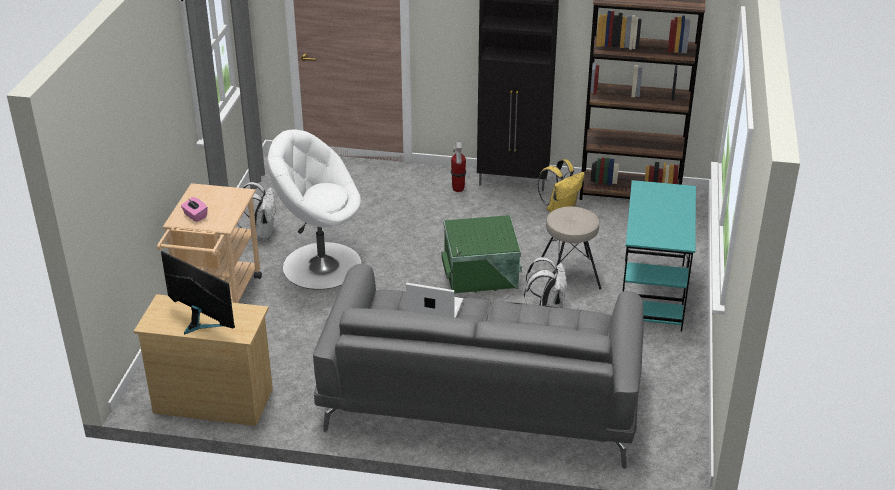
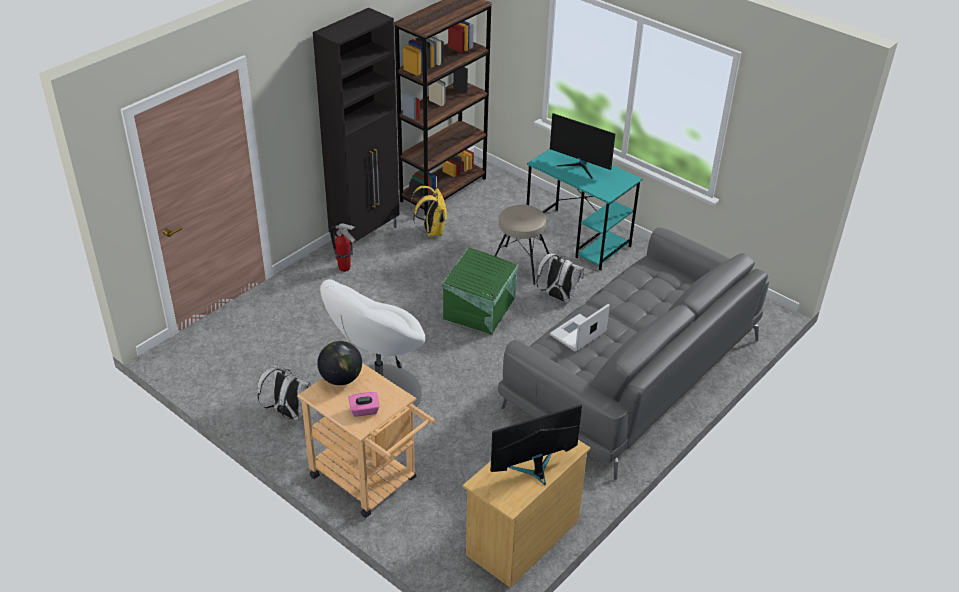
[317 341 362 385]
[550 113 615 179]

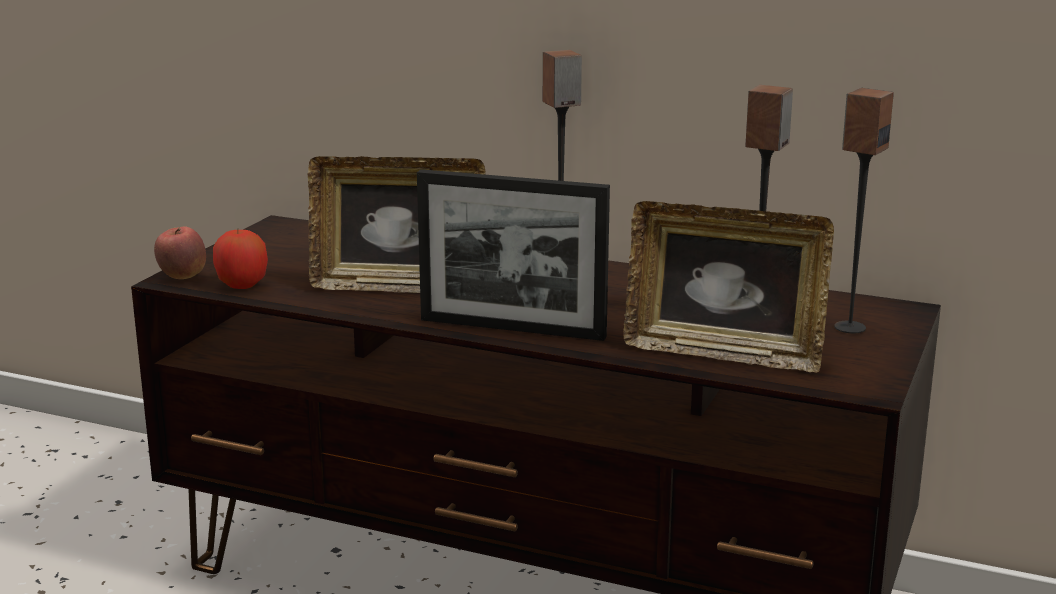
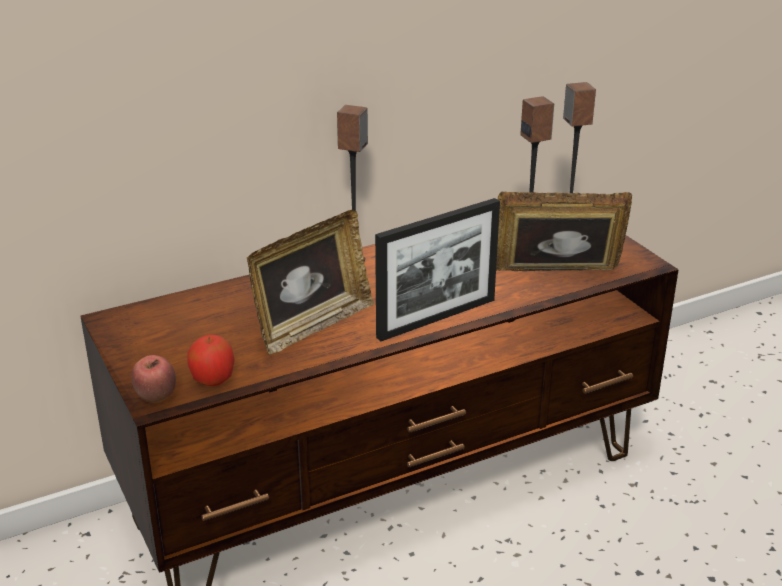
[496 192 632 271]

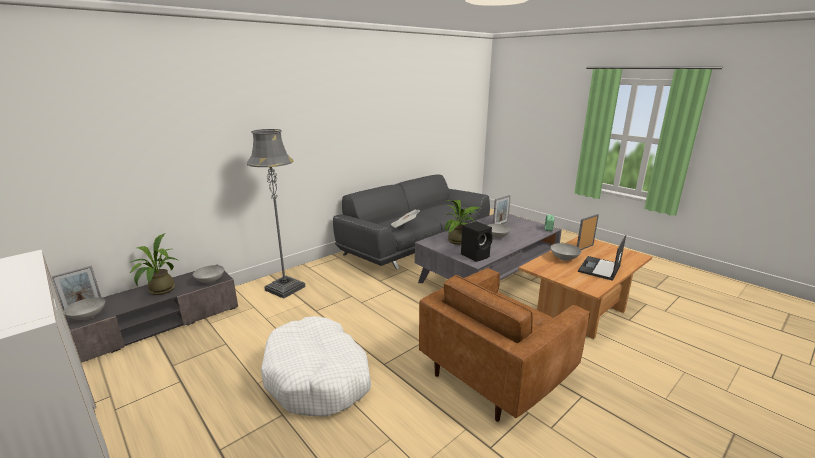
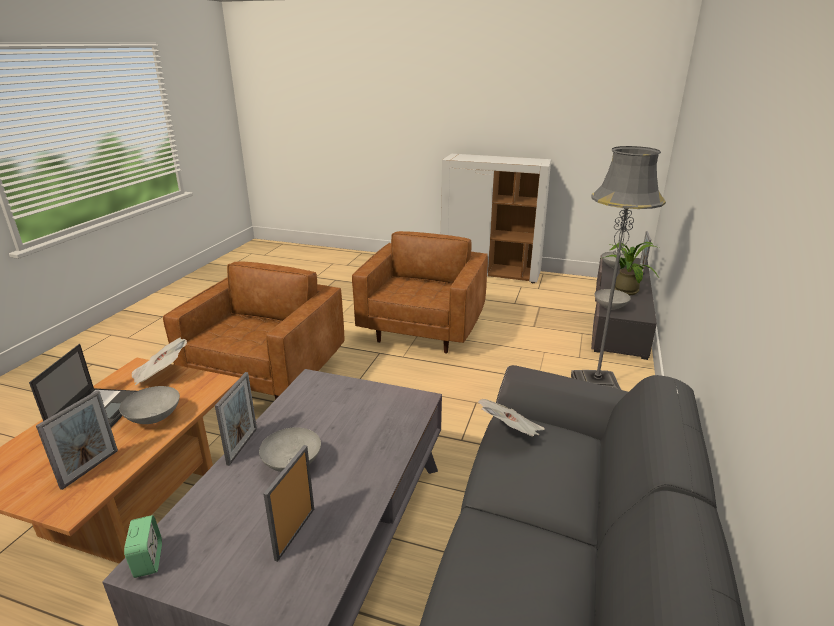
[352 231 488 354]
[445 200 480 245] (first image)
[461 221 493 262] (first image)
[131 337 187 386]
[215 372 257 466]

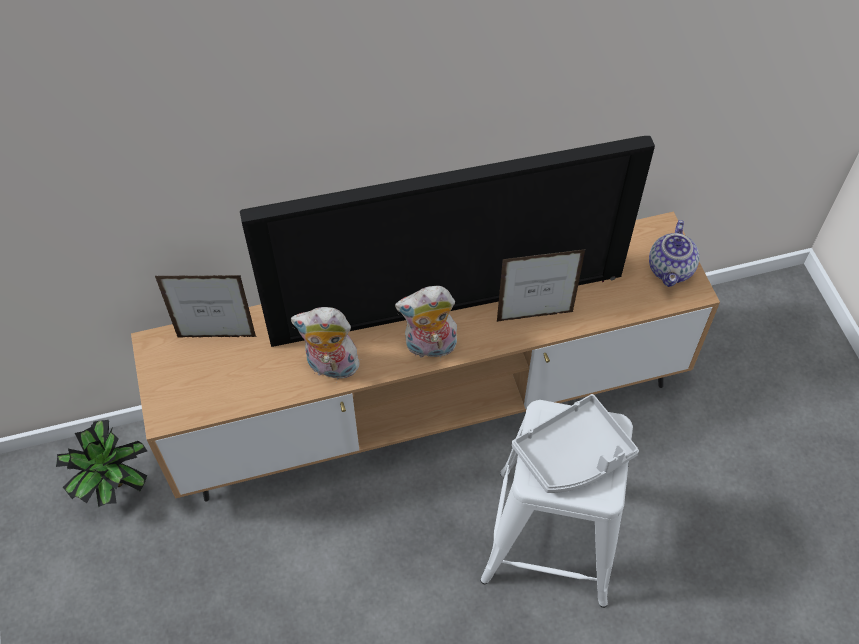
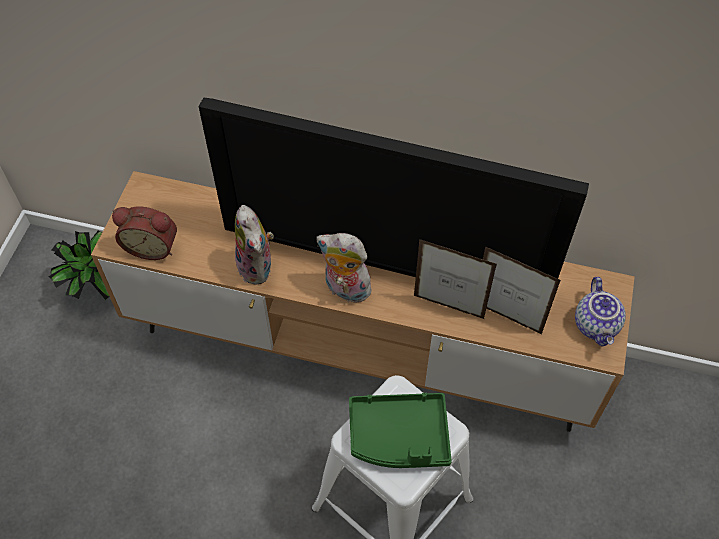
[483 246 561 334]
[235 205 274 285]
[349 393 452 468]
[575 277 626 346]
[112 206 177 260]

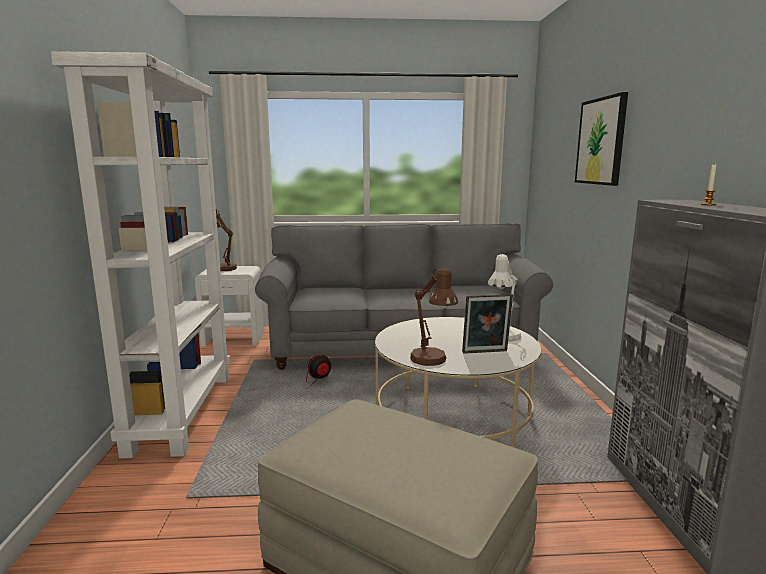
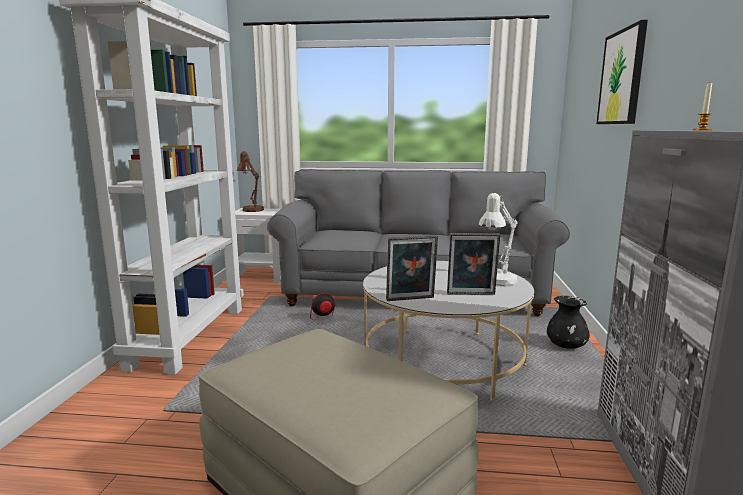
[386 235 438 301]
[547 296 590 349]

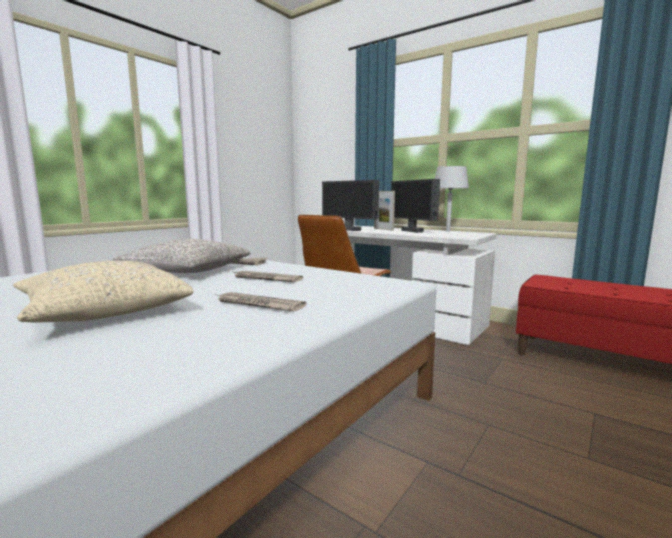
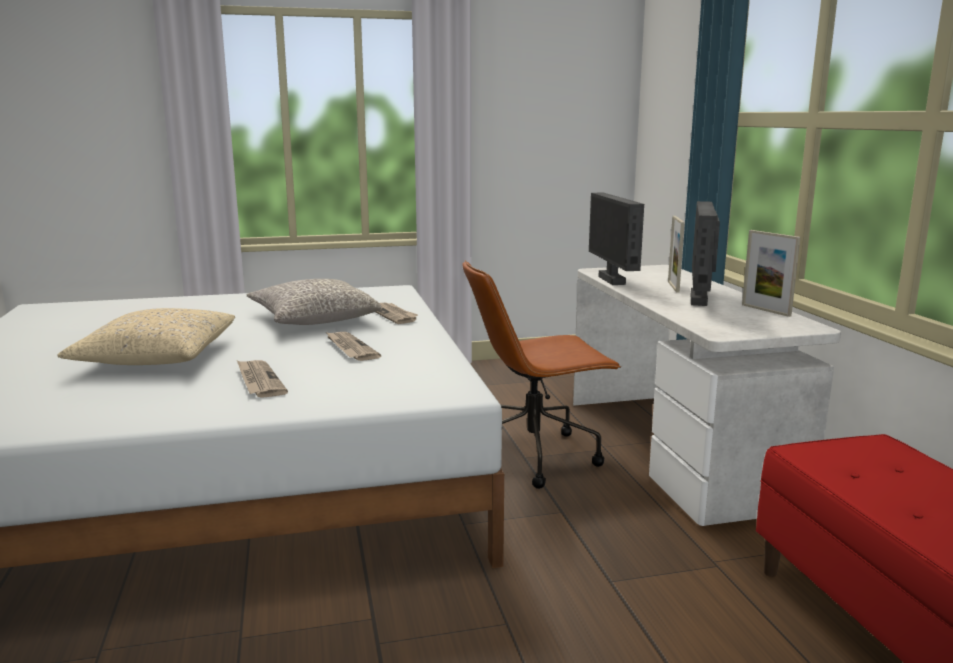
[742 230 801 317]

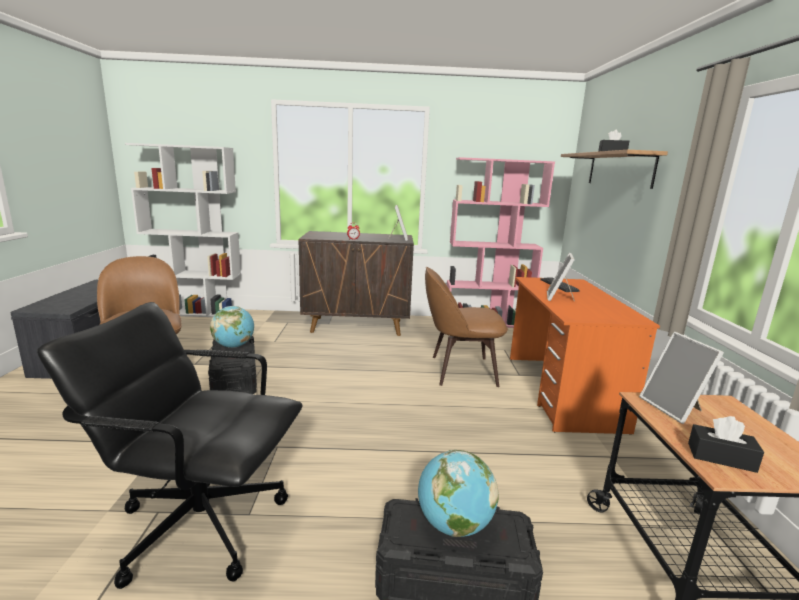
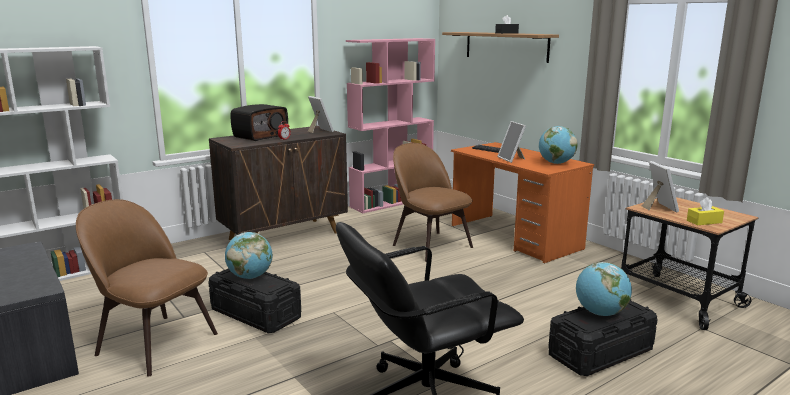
[393 143 473 262]
[642 161 679 213]
[687 197 724 225]
[231 104 288 141]
[539 126 577 164]

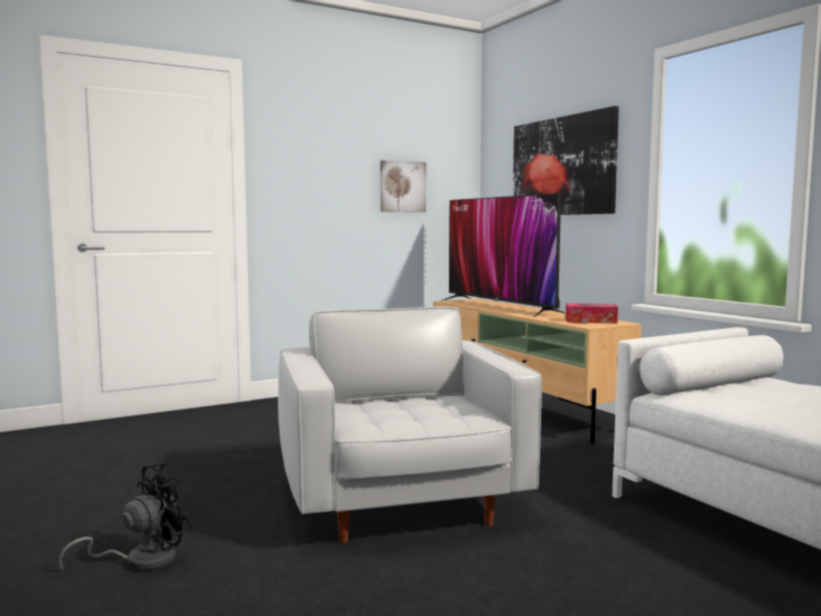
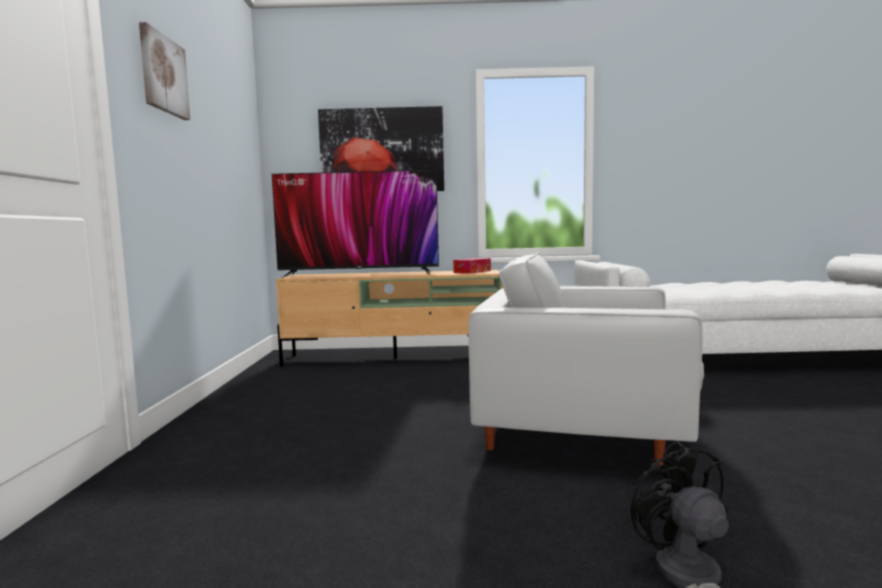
[139 22 190 120]

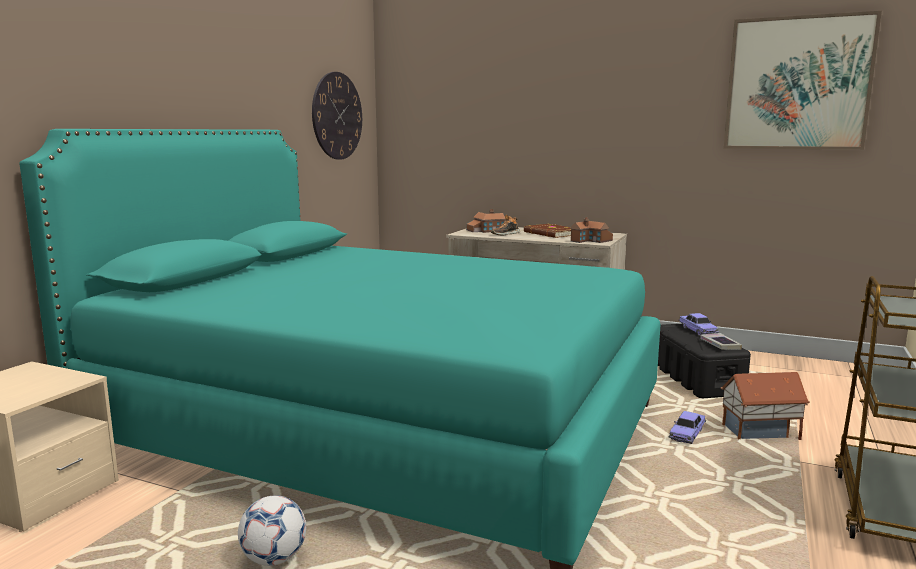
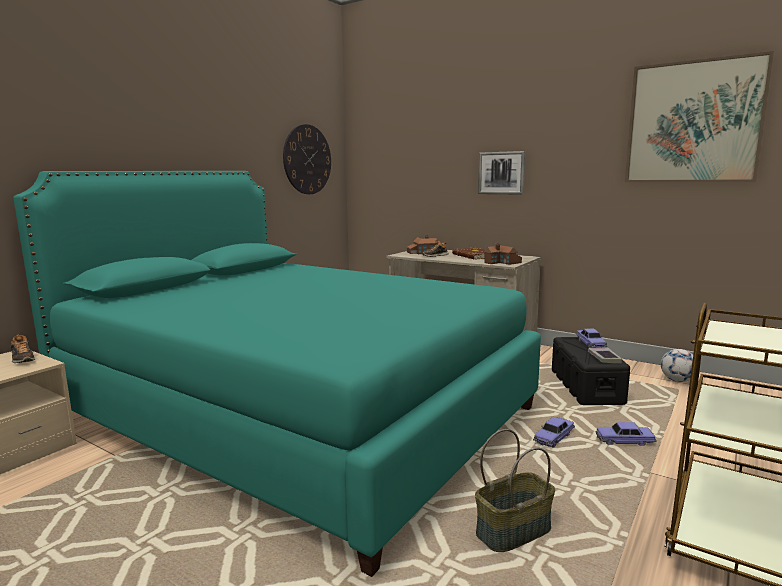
[661 349 693 382]
[595 422 657 446]
[11 334 35 363]
[475 429 555 552]
[478 151 526 195]

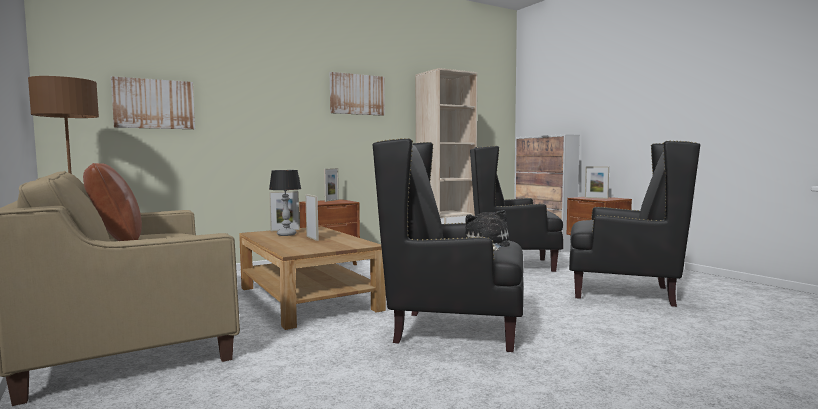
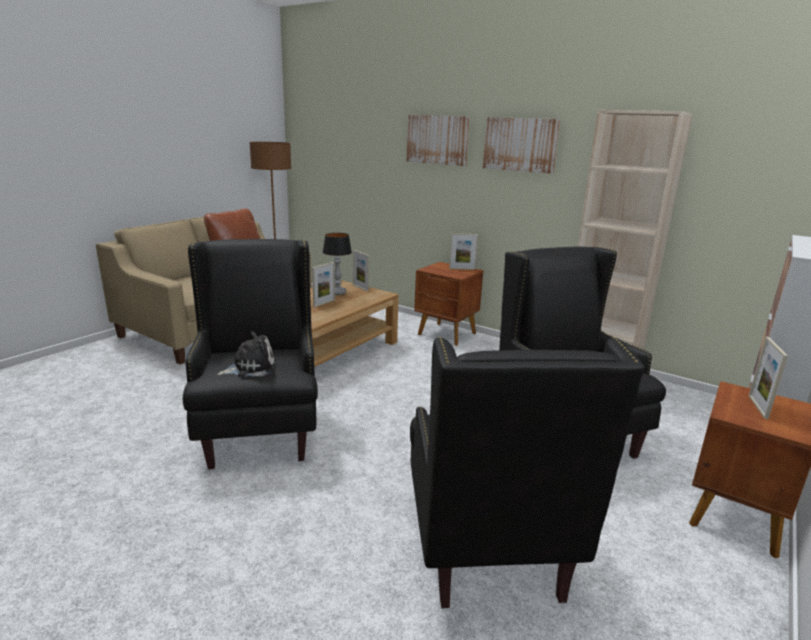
[406 115 470 166]

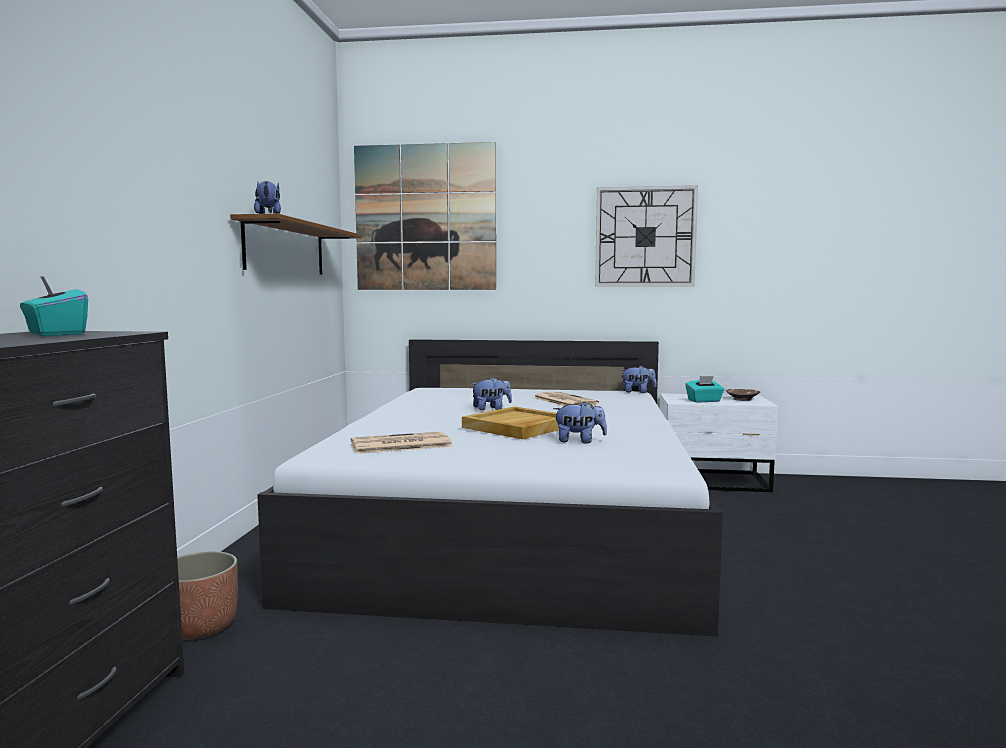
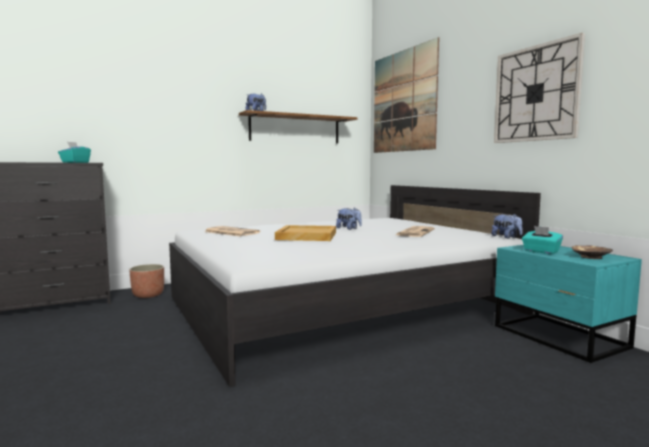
[553 401 607 443] (first image)
[495 245 642 363]

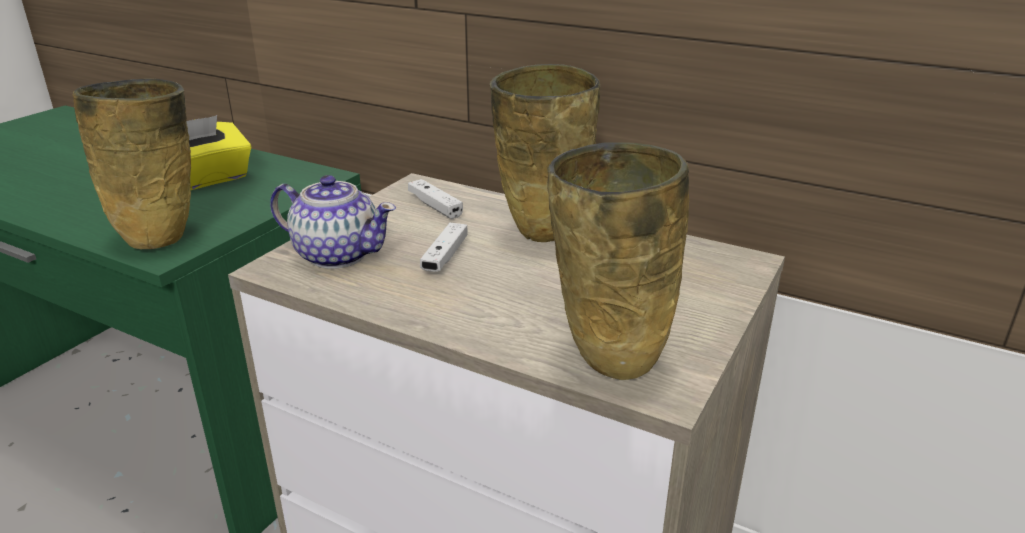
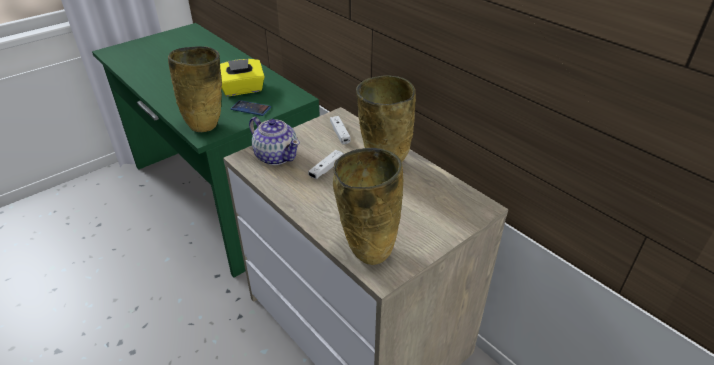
[231 100 271 116]

